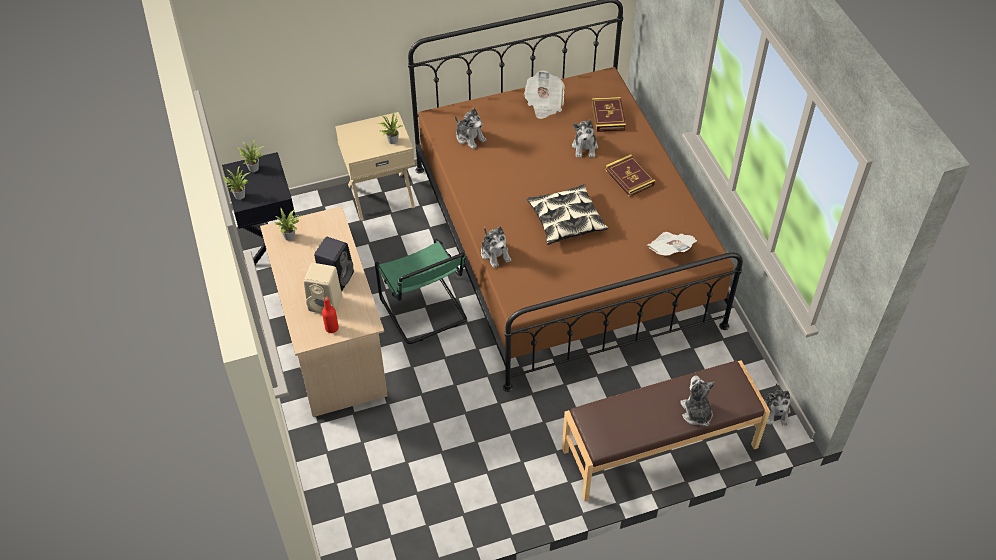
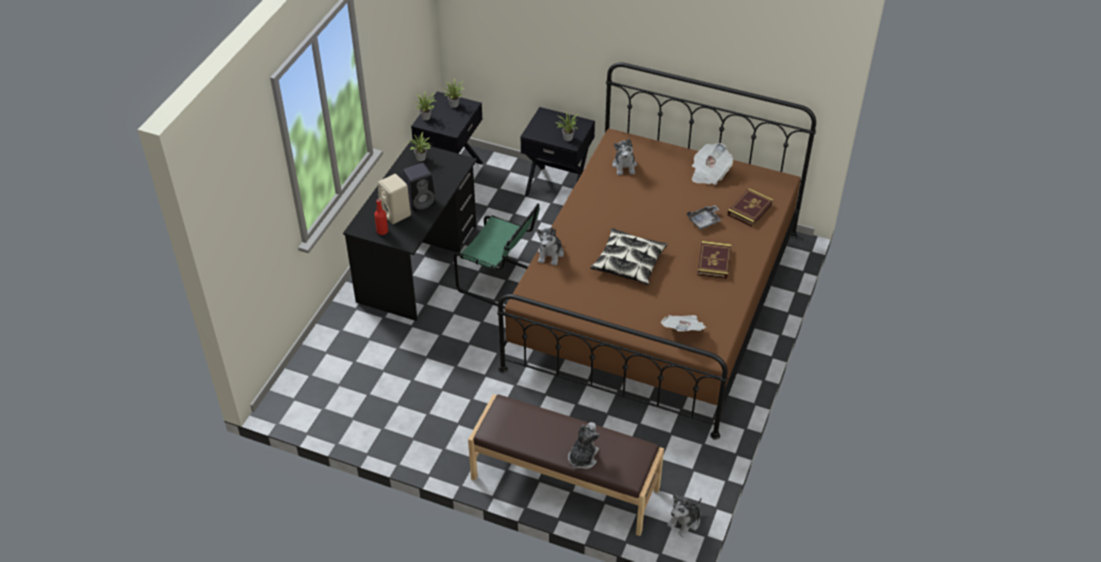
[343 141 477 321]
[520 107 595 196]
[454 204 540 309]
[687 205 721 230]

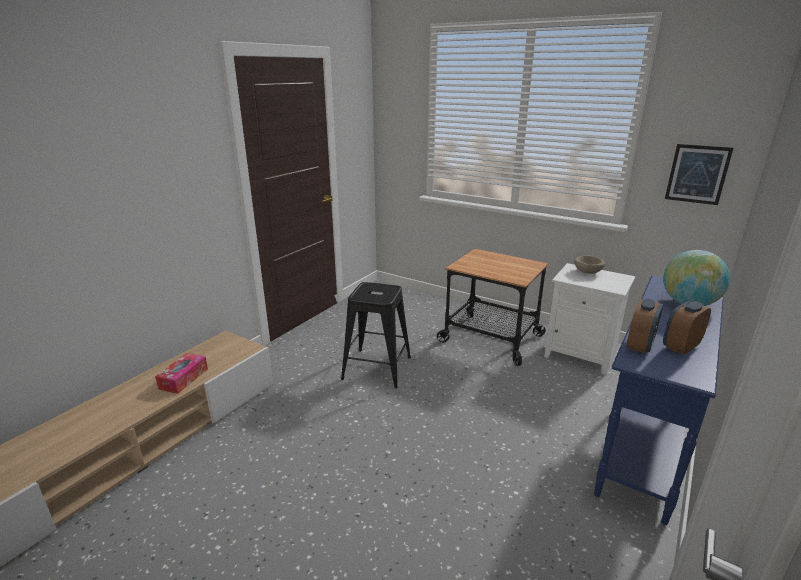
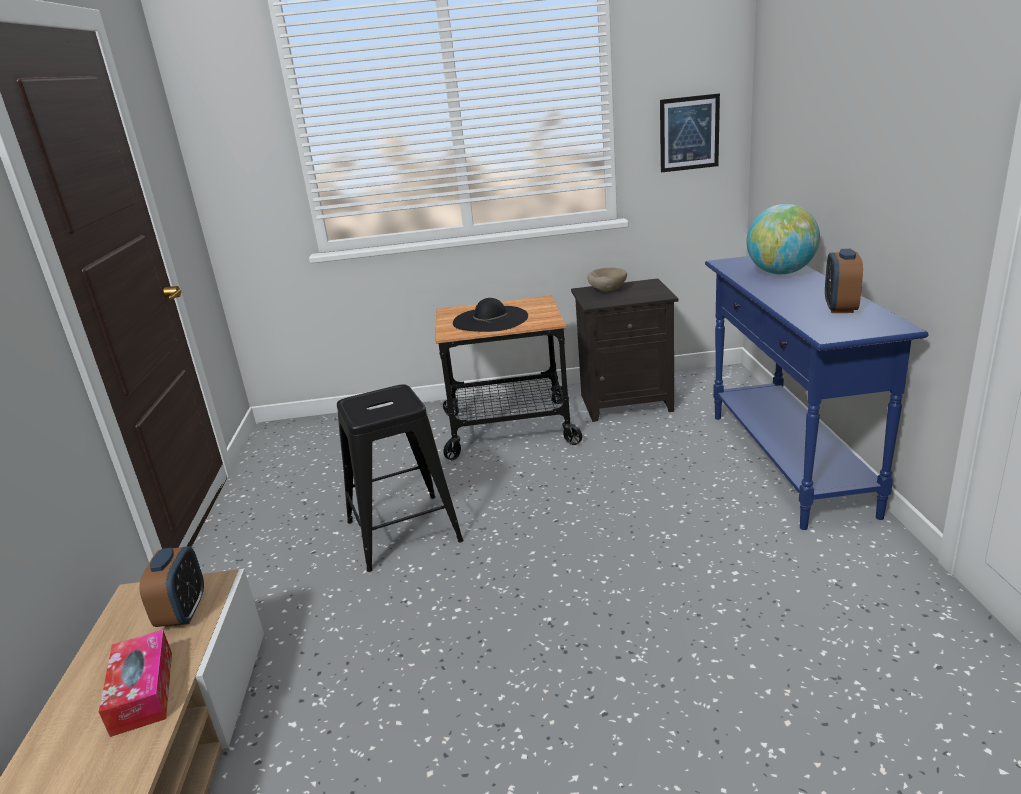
[571 278 678 422]
[140 546 204 627]
[453 298 528 332]

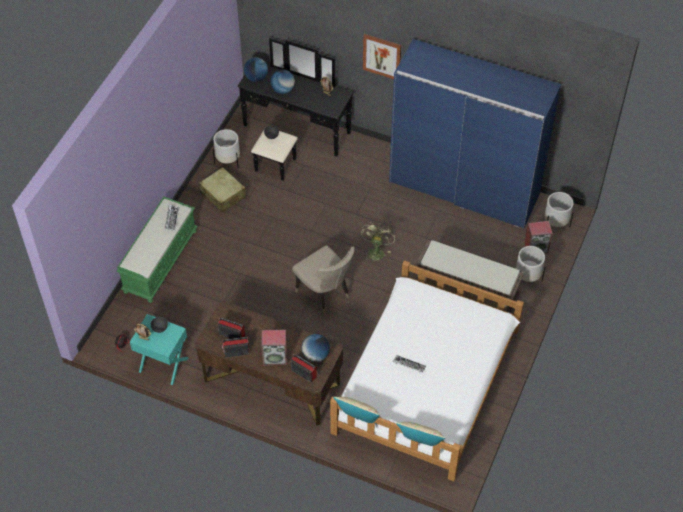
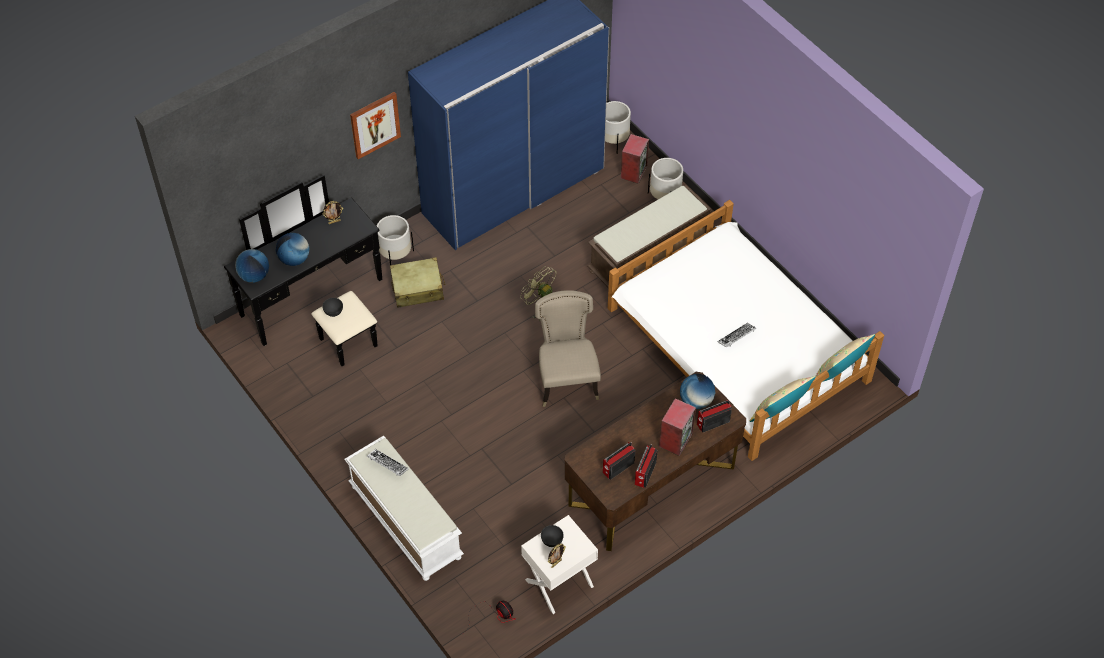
[344 436 464 581]
[521 515 598 614]
[390 257 446 308]
[377 215 414 265]
[535 290 601 407]

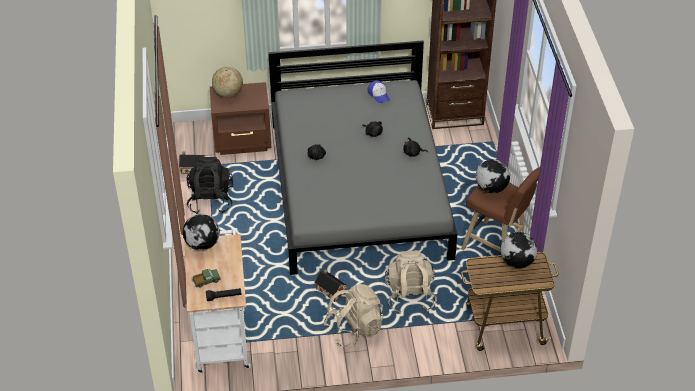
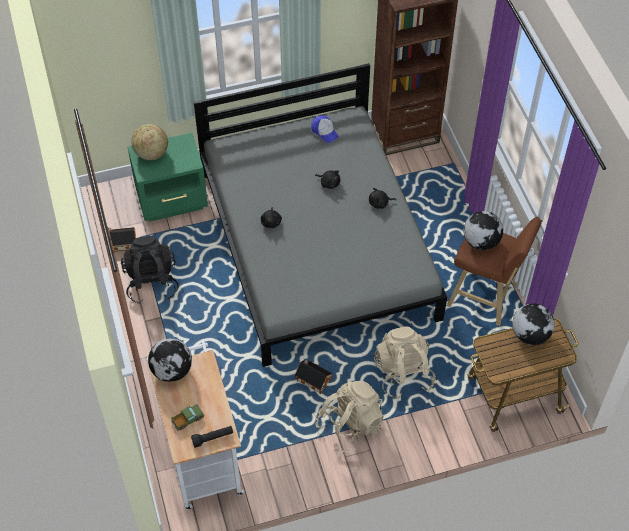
[128 133 208 221]

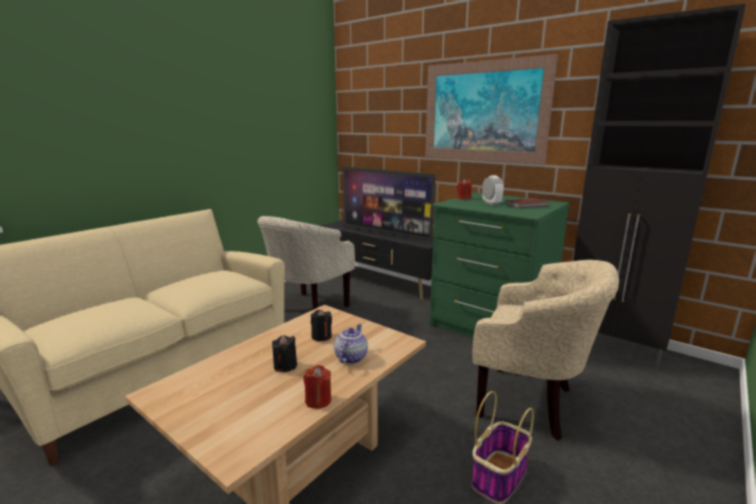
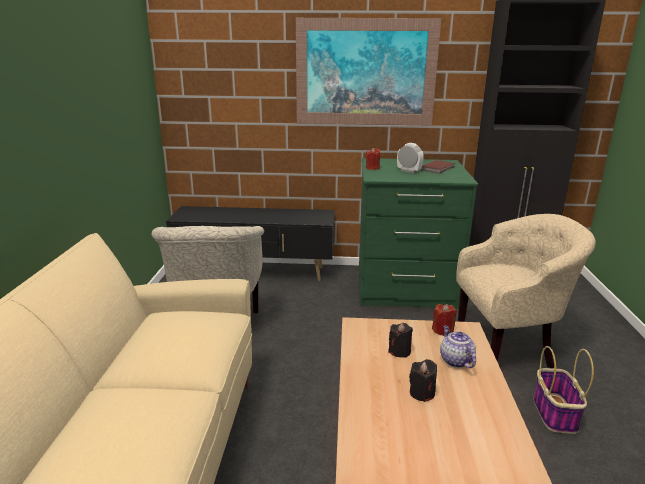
[432 304 457 336]
[343 167 436 241] (first image)

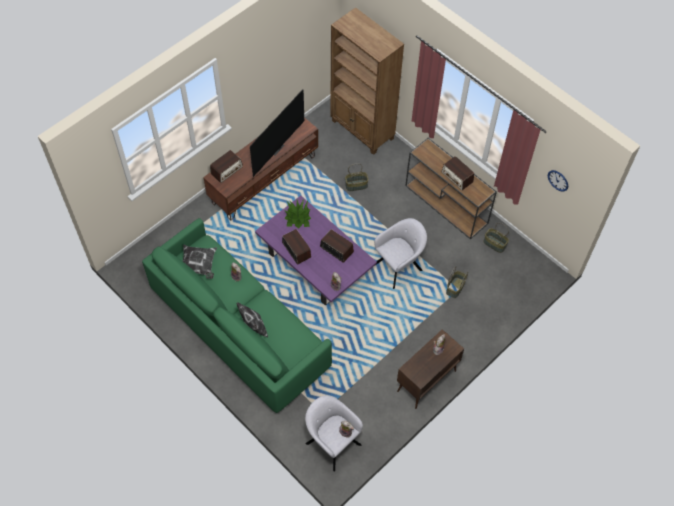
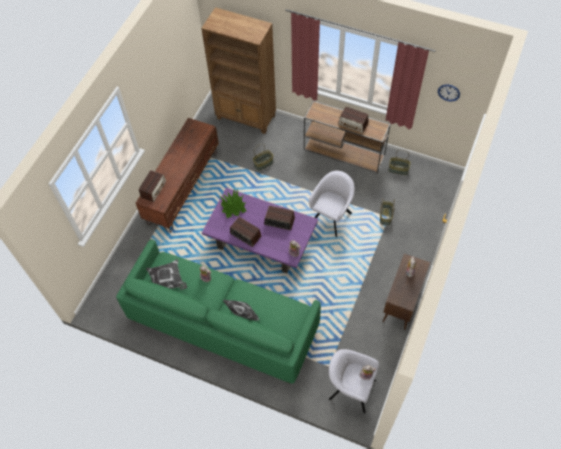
[250 89 304 177] (first image)

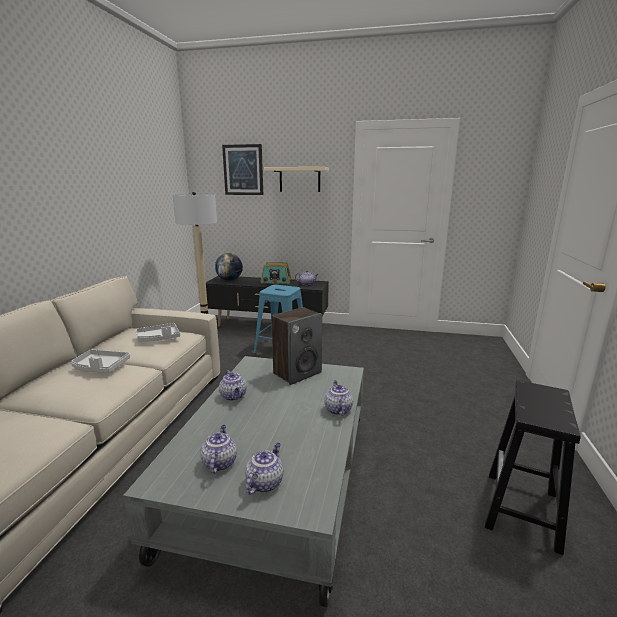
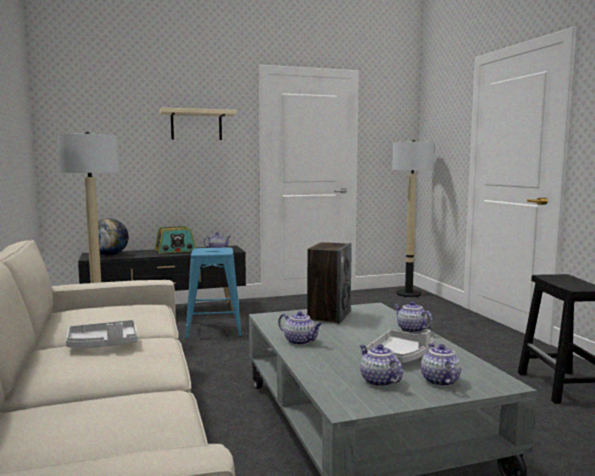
[366 330 434 363]
[222 144 263 195] (first image)
[392 140 435 297]

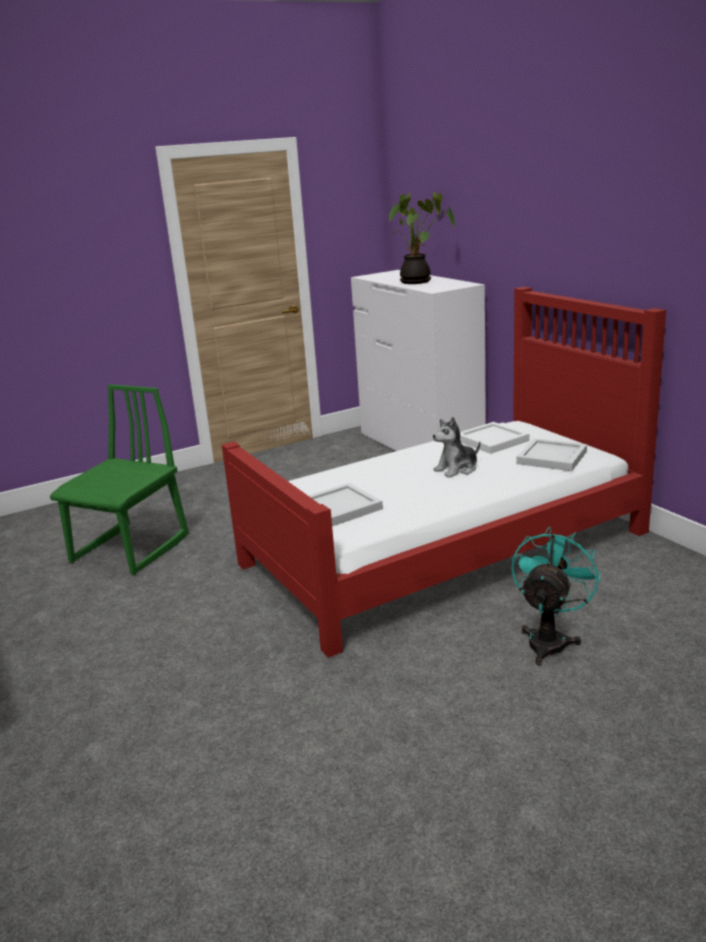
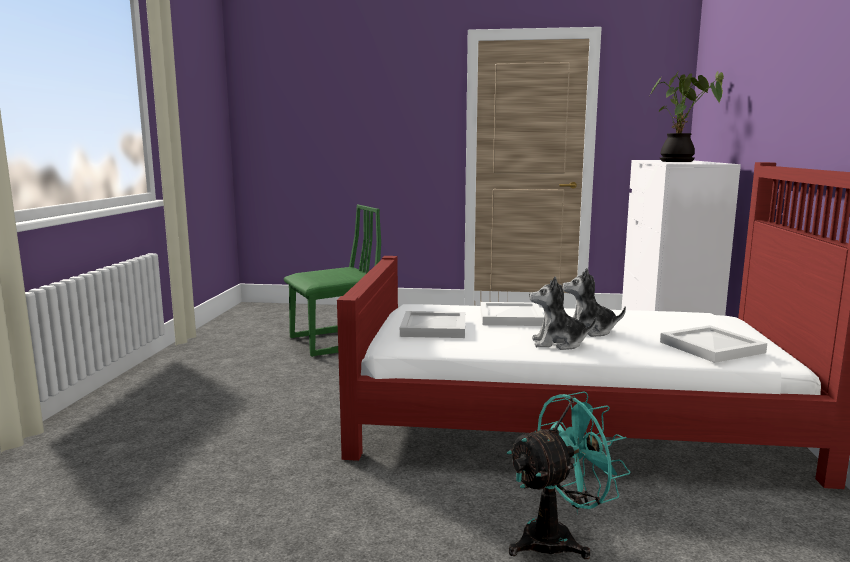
[480 302 544 326]
[529 277 597 350]

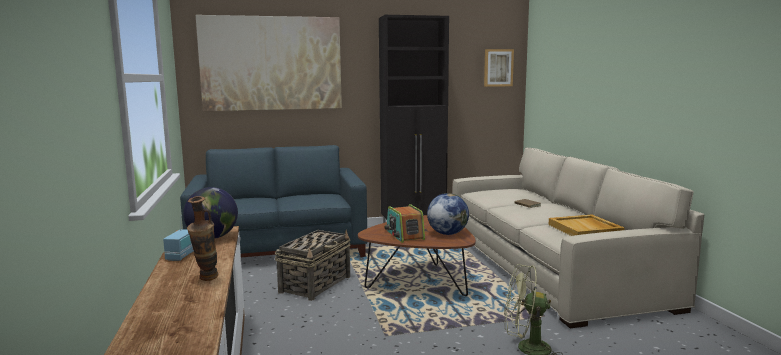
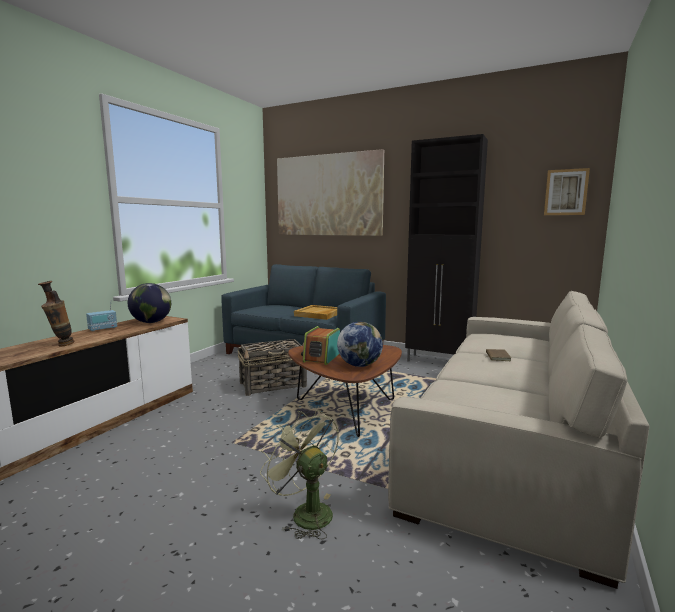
[294 305 337 320]

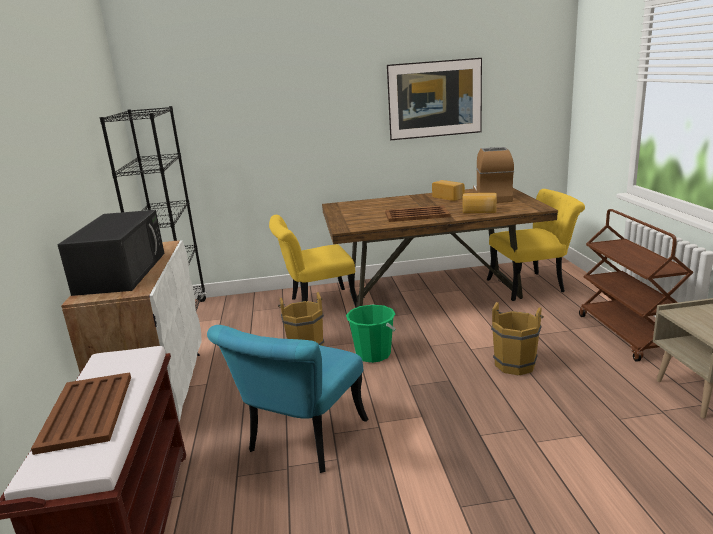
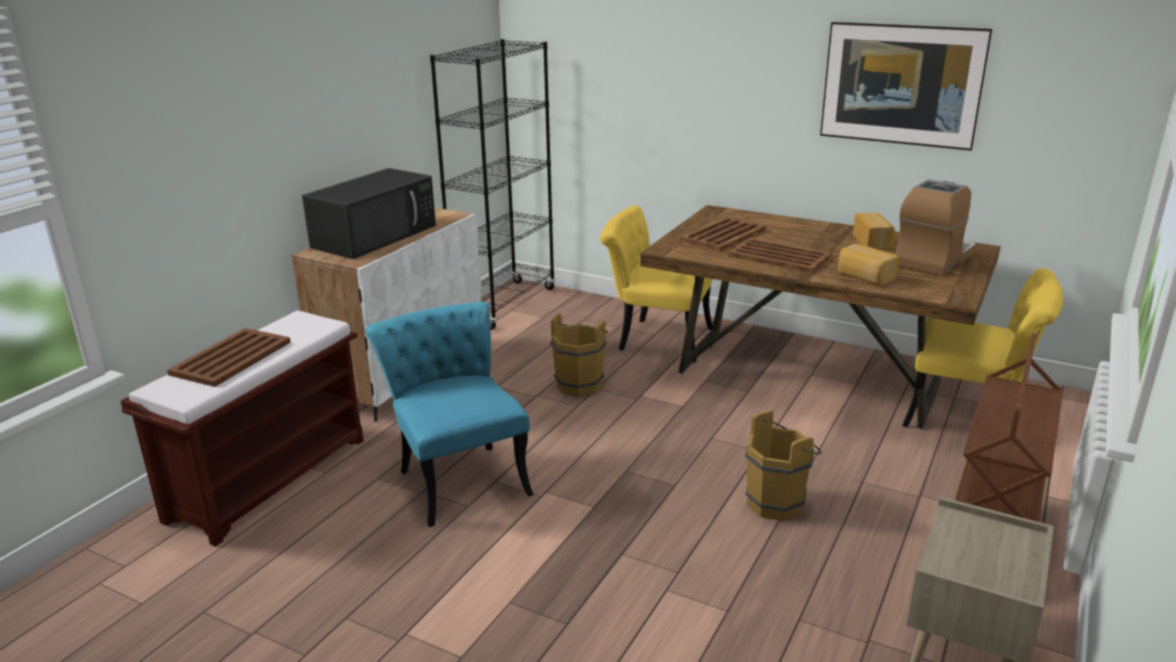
[365 302 534 527]
[346 305 396 363] (first image)
[680 217 766 251]

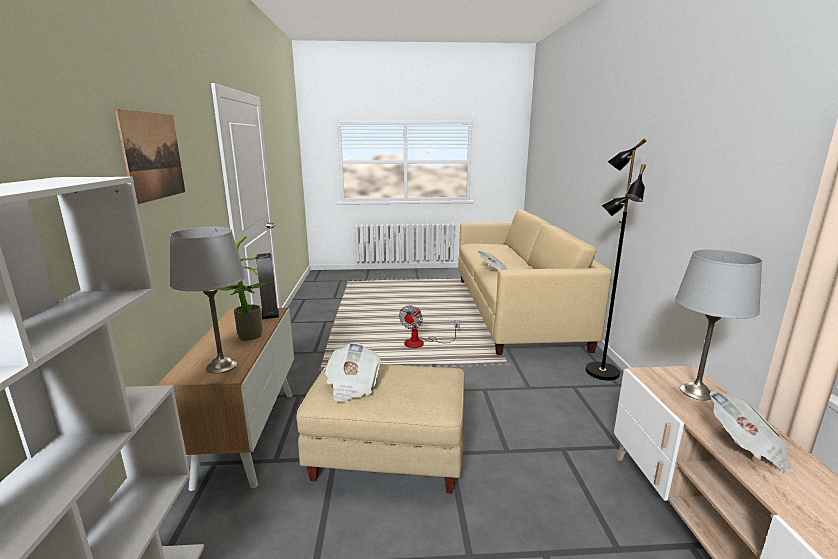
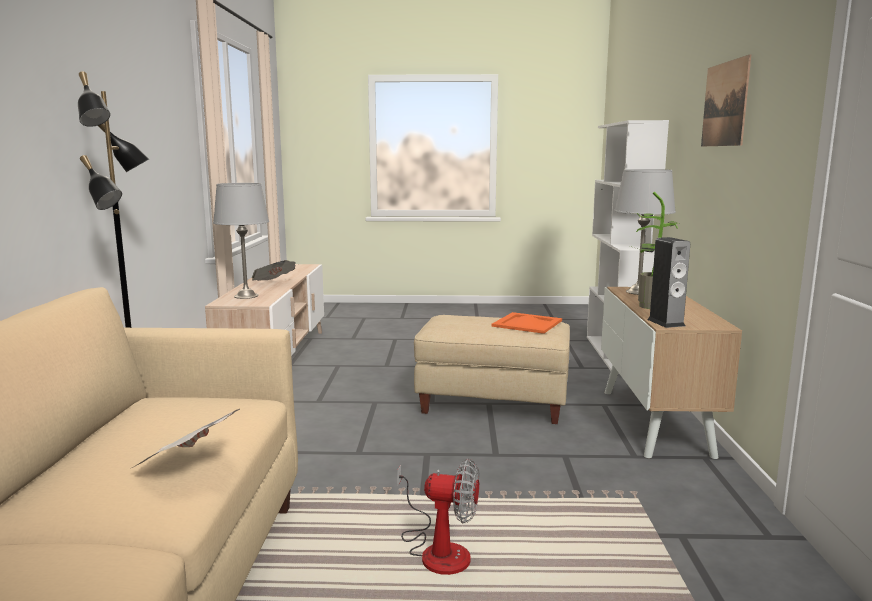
[492 312 562 334]
[397 459 480 575]

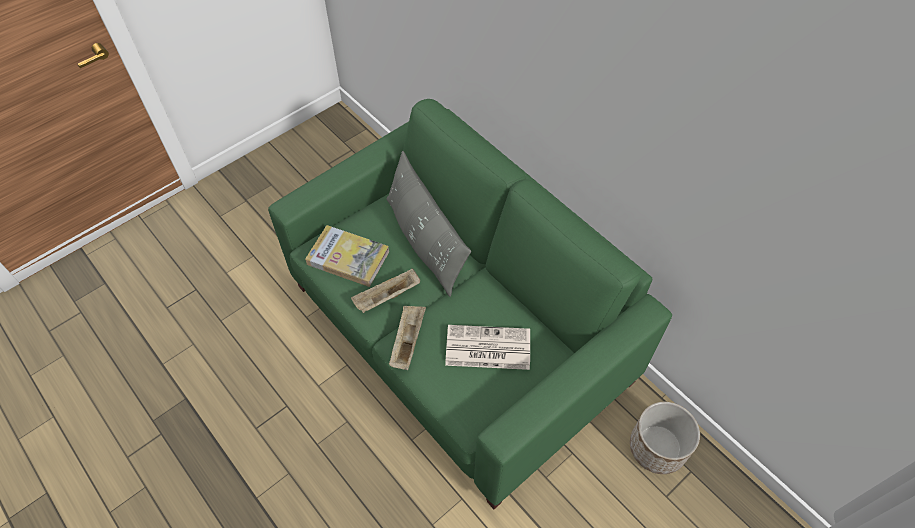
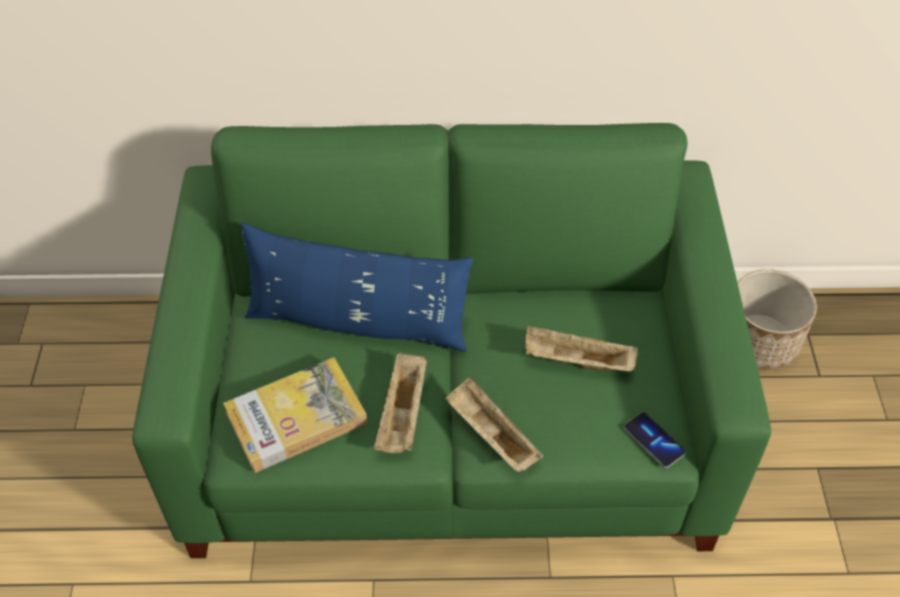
[241 223 473 352]
[525 325 638 371]
[624 412 685 468]

